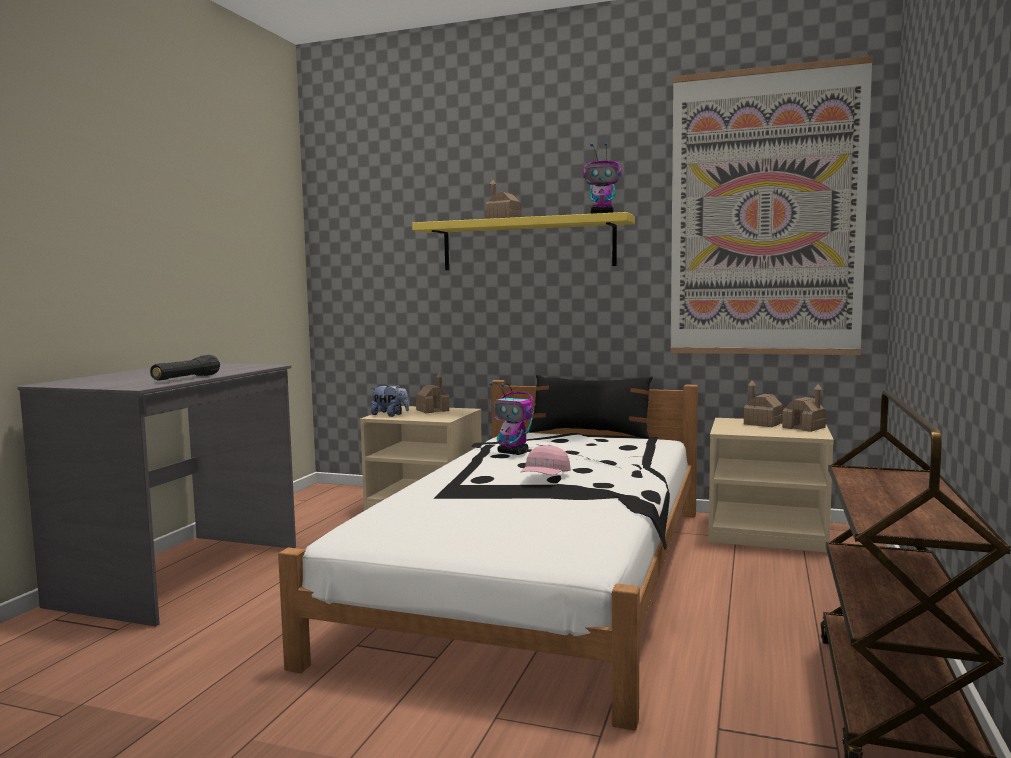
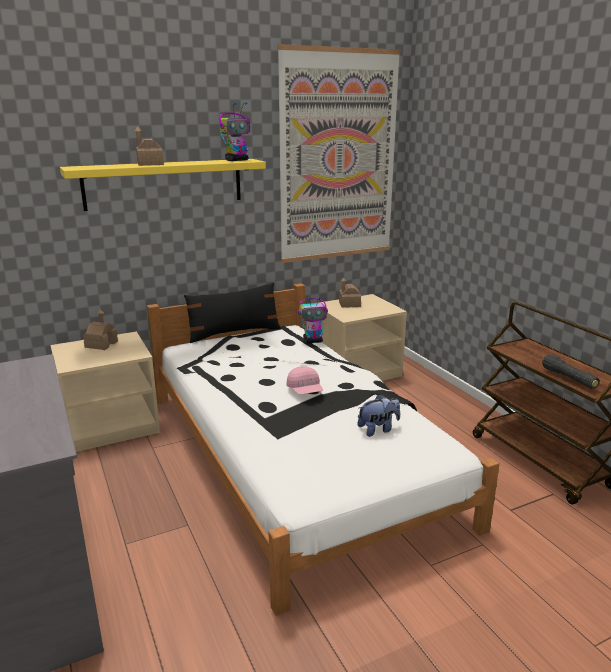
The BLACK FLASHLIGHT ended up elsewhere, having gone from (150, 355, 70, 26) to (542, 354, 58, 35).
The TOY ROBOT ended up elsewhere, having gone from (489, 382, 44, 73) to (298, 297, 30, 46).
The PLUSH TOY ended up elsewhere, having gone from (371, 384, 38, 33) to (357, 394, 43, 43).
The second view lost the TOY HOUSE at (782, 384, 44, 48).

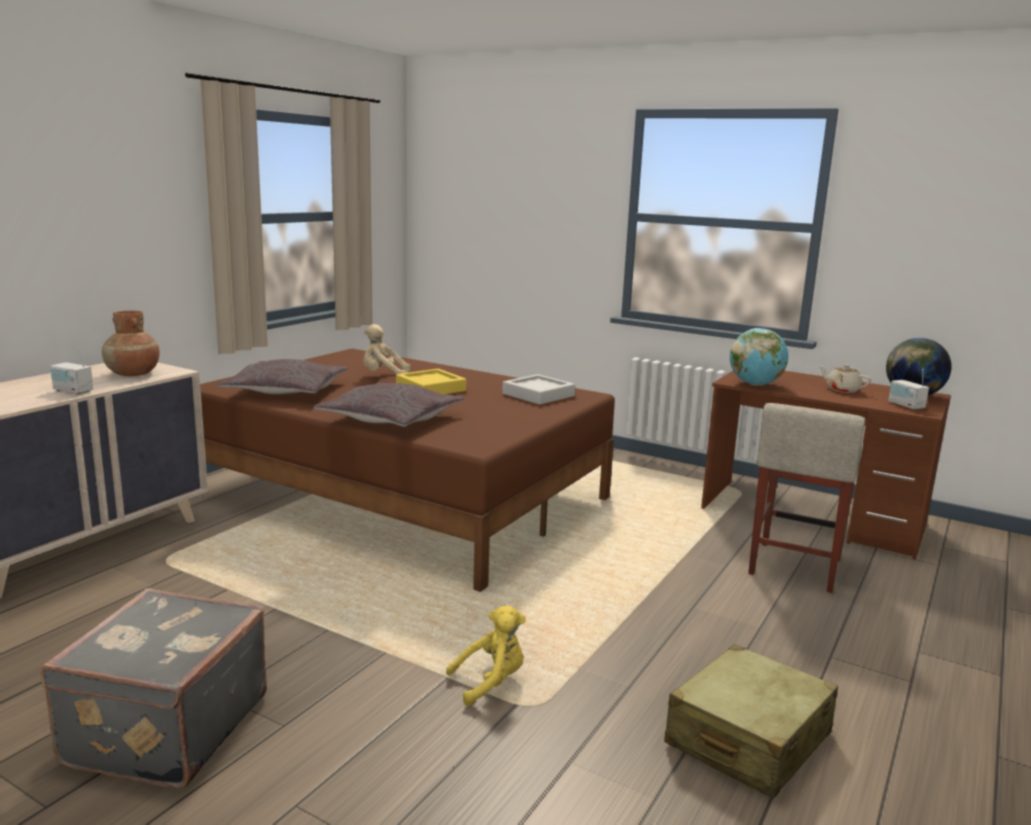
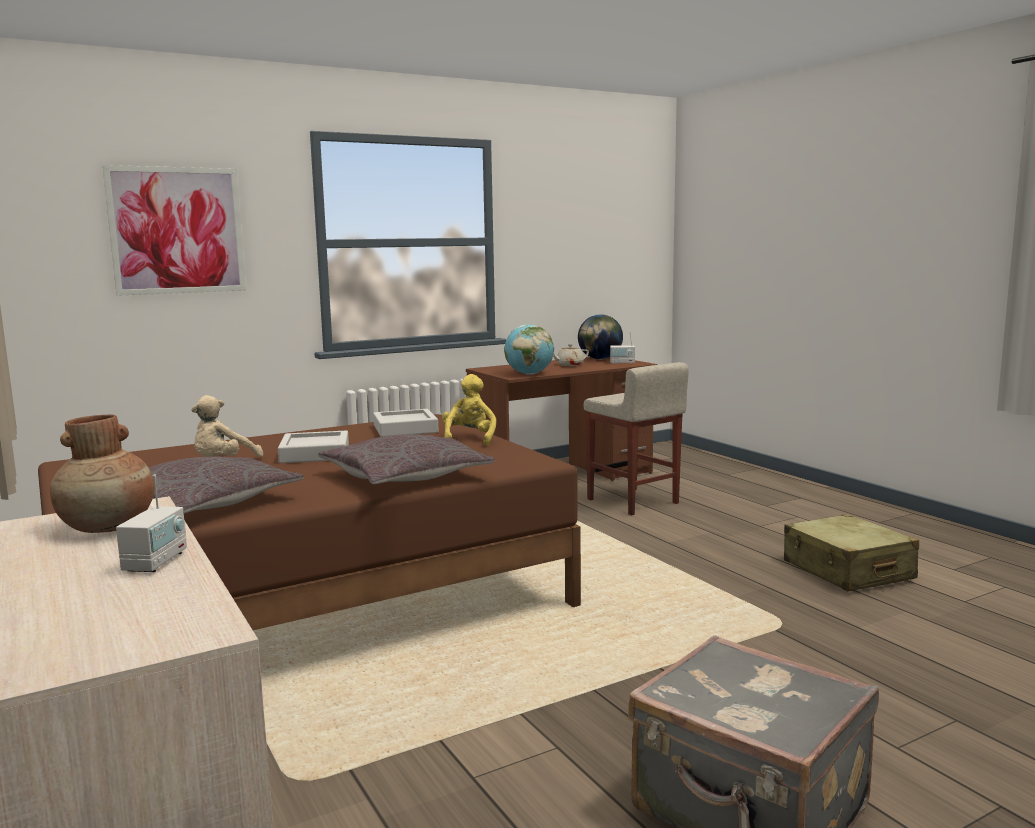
The RADIO at (50, 347, 43, 48) ended up facing another way, 45 degrees counterclockwise from before.
What was the YELLOW TRAY at (396, 369, 71, 25) turned into the GREY TRAY at (278, 430, 71, 33).
The YELLOW PLUSH TOY ended up elsewhere, having gone from (446, 605, 80, 101) to (442, 374, 54, 72).
The second view gained the PICTURE at (103, 165, 143, 131).

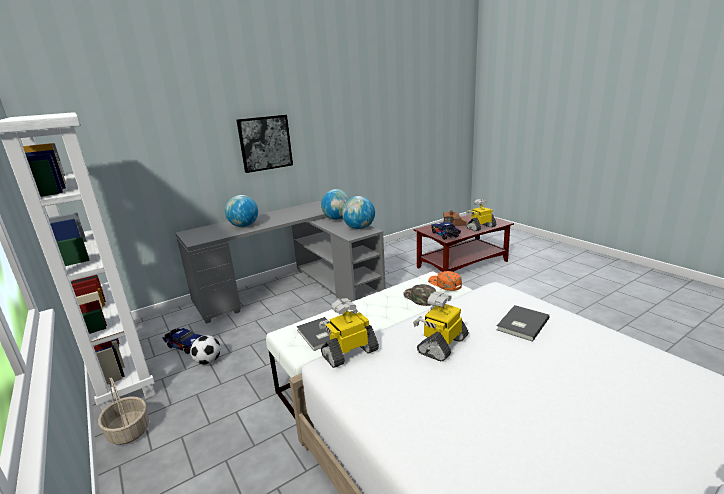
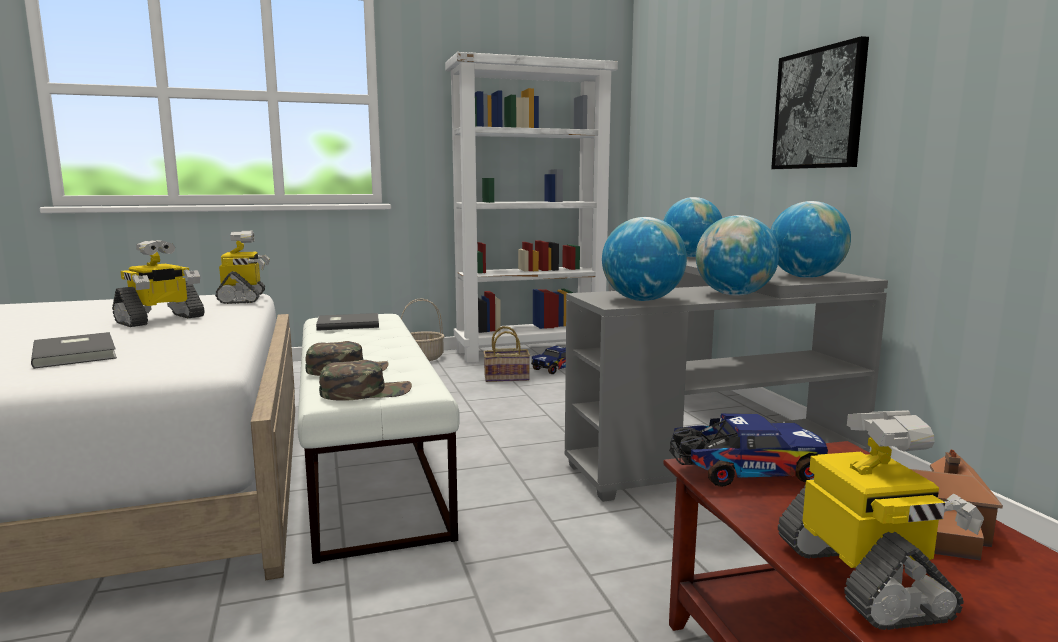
What was the ORANGE CAP at (428, 271, 34, 20) turned into the GREEN CAP at (319, 360, 93, 41).
The TOY ROBOT at (413, 291, 56, 70) ended up facing another way, 75 degrees clockwise from before.
Where the FOOTBALL stood at (190, 335, 31, 30), the BASKET came to stand at (483, 326, 47, 56).
The second view gained the GLOBE at (771, 201, 80, 77).

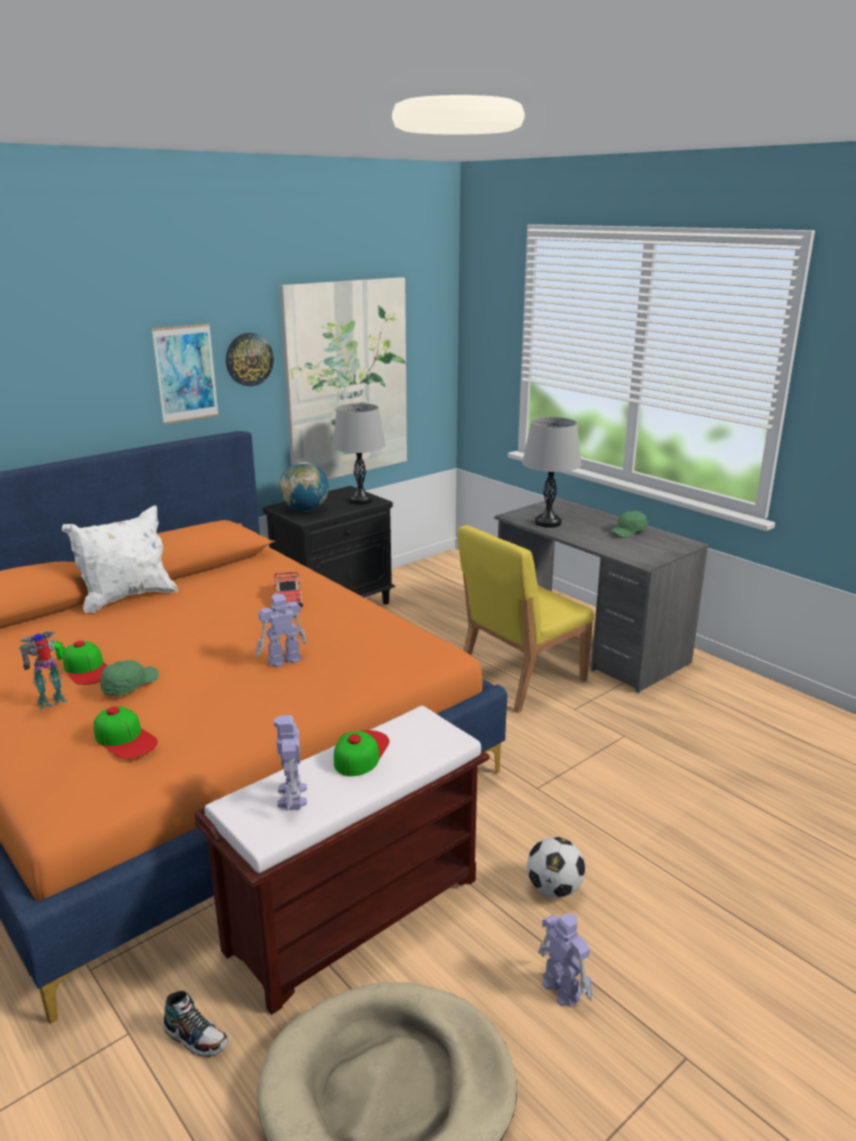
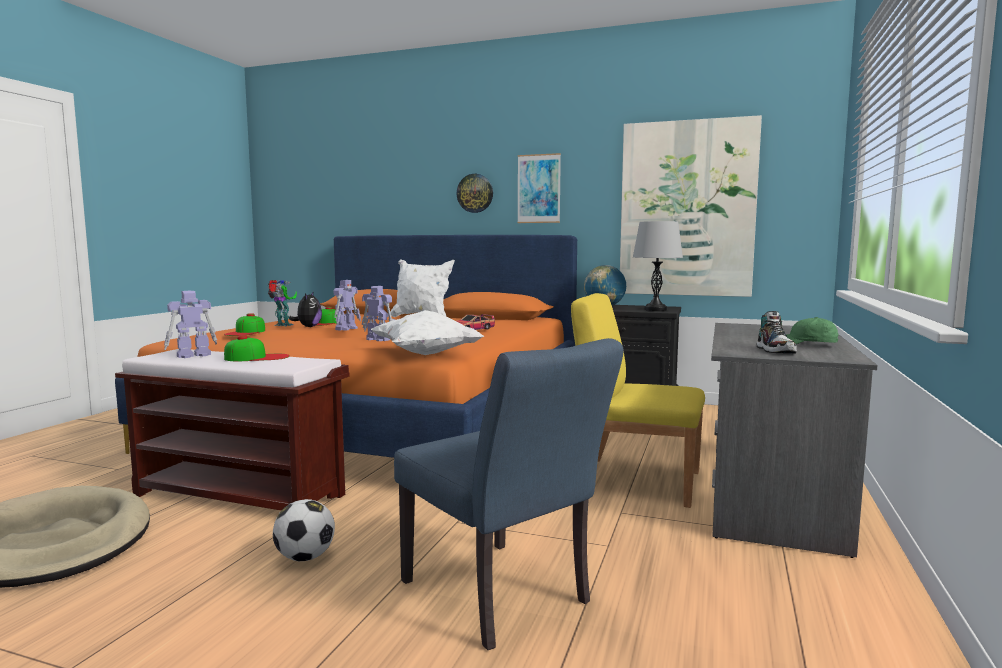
The WALL CLOCK ended up elsewhere, having gone from (226, 333, 48, 53) to (457, 174, 36, 39).
The second view lost the GREY TABLE LAMP at (522, 417, 59, 111).
Where the GREEN CAP stood at (100, 660, 59, 36), the PLUSH TOY came to stand at (289, 292, 33, 35).
The TOY ROBOT ended up elsewhere, having gone from (538, 913, 55, 94) to (334, 280, 27, 51).
The SHOE ended up elsewhere, having gone from (163, 991, 65, 66) to (757, 311, 40, 43).
The second view gained the WHITE PILLOW at (371, 310, 113, 45).
The second view gained the BLUE CHAIR at (394, 338, 230, 312).

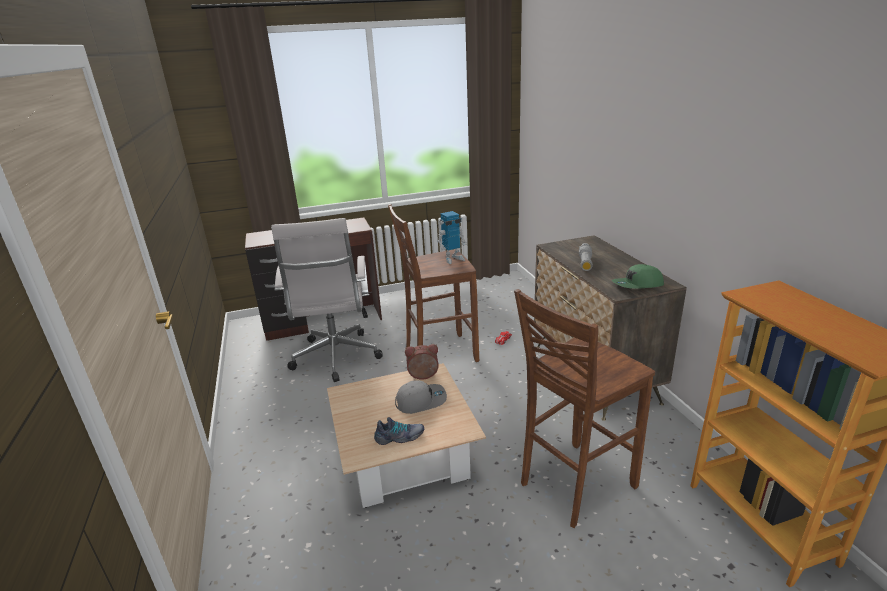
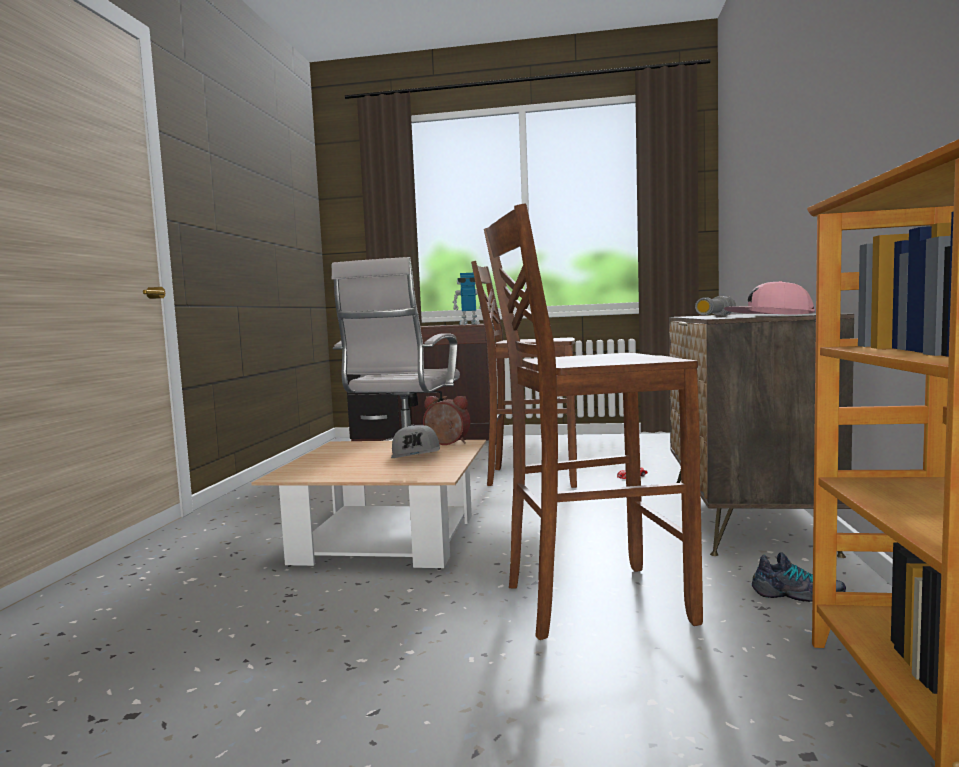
The TOY ROBOT ended up elsewhere, having gone from (437, 211, 30, 53) to (453, 273, 28, 52).
What was the GREEN CAP at (612, 264, 52, 25) turned into the PINK CAP at (724, 281, 91, 33).
The GREY CAP at (395, 380, 52, 34) ended up facing another way, 75 degrees clockwise from before.
The SHOE ended up elsewhere, having gone from (374, 417, 50, 28) to (752, 552, 94, 50).

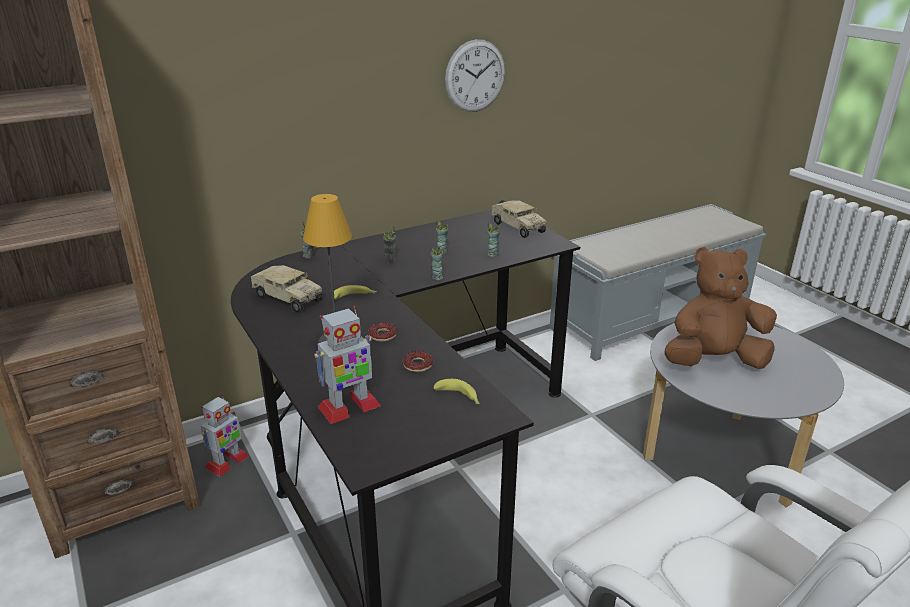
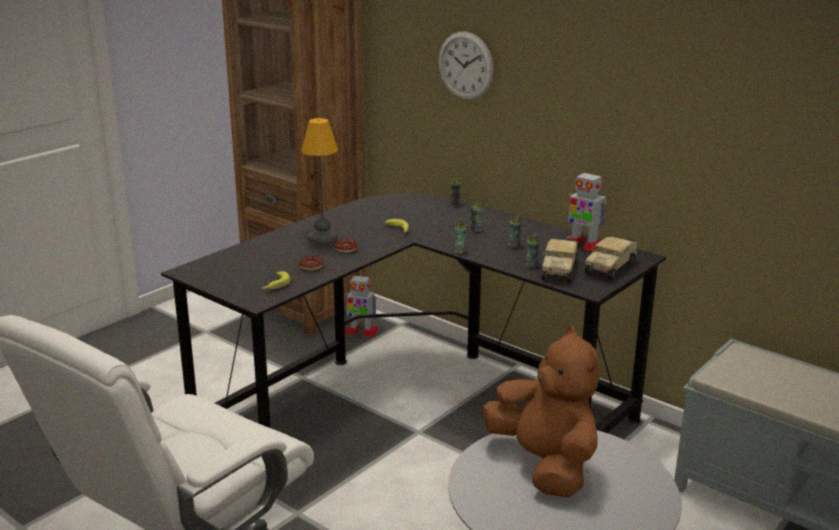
The WALL CLOCK ended up elsewhere, having gone from (445, 39, 60, 73) to (438, 32, 55, 68).
The TOY TRUCK ended up elsewhere, having gone from (251, 265, 72, 48) to (541, 238, 37, 45).
The TOY ROBOT ended up elsewhere, having gone from (314, 306, 67, 118) to (566, 171, 41, 81).

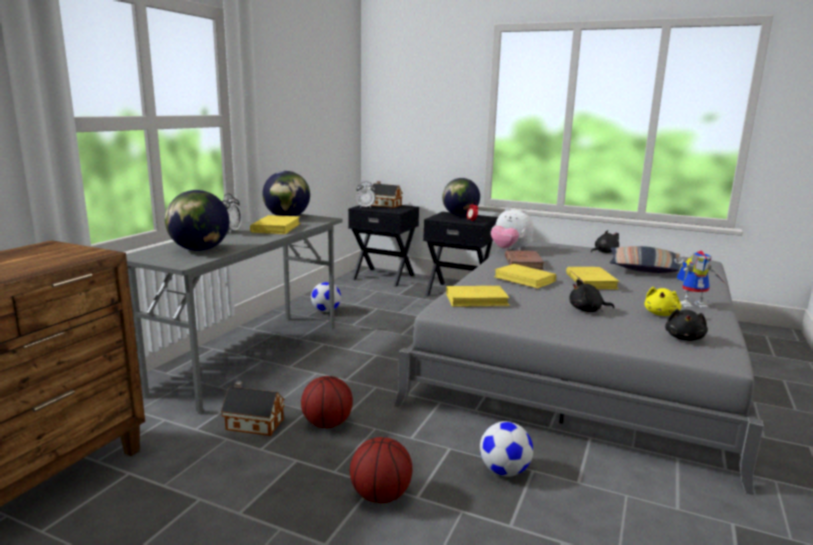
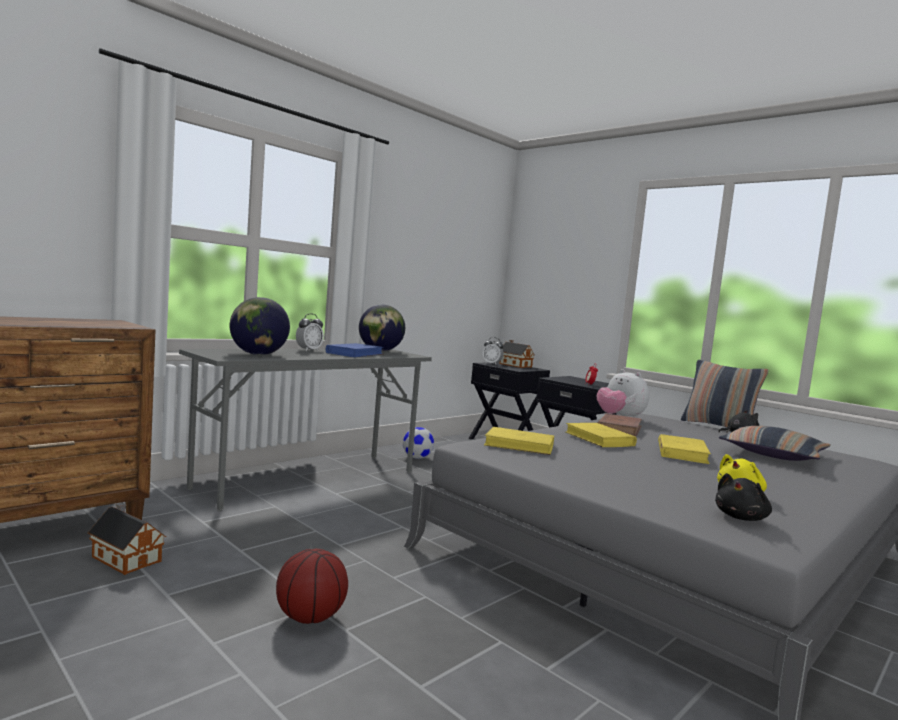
The second view lost the GLOBE at (442, 178, 38, 38).
What was the YELLOW BOOK at (250, 215, 51, 19) turned into the BLUE BOOK at (326, 343, 57, 14).
The second view lost the TOY ROBOT at (674, 251, 52, 57).
The second view lost the BLACK PLUSH TOY at (569, 279, 45, 33).
The second view lost the BASKETBALL at (301, 376, 52, 52).
The TOY HOUSE ended up elsewhere, having gone from (221, 381, 64, 55) to (88, 503, 78, 72).
The second view lost the FOOTBALL at (480, 421, 53, 56).
The second view gained the PILLOW at (681, 360, 88, 67).

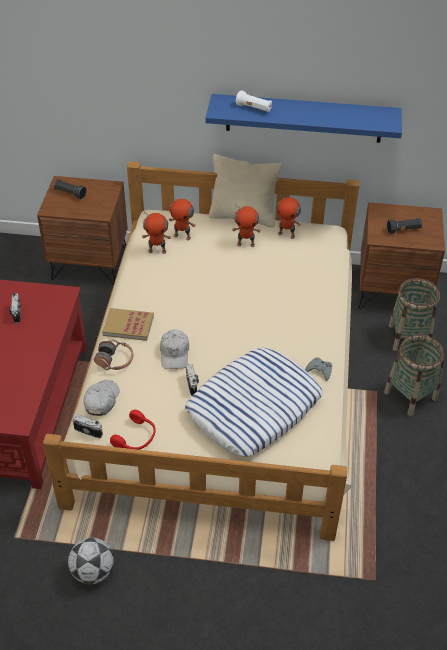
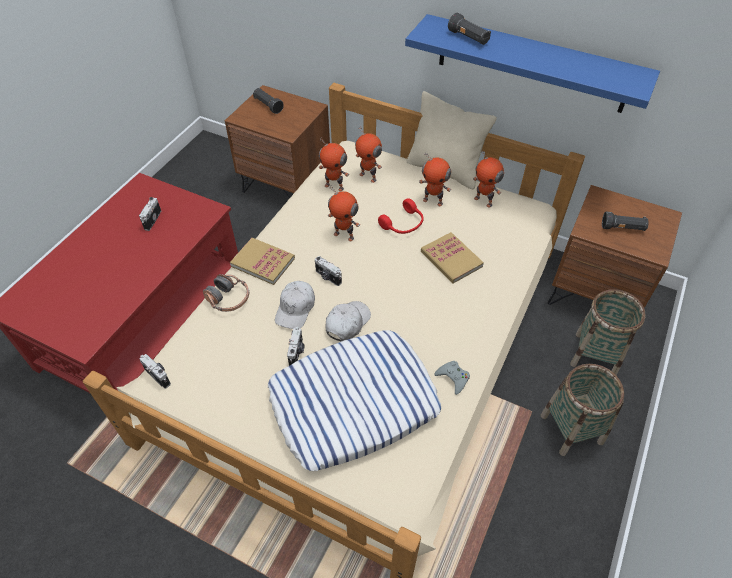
What was the WHITE FLASHLIGHT at (236, 91, 36, 21) turned into the BLACK FLASHLIGHT at (448, 13, 43, 32).
The WHITE CAP ended up elsewhere, having gone from (83, 380, 37, 36) to (326, 301, 45, 40).
The RED HEADPHONES ended up elsewhere, having gone from (110, 410, 46, 40) to (378, 198, 46, 36).
The second view lost the FOOTBALL at (68, 538, 46, 46).
The second view gained the TOY ROBOT at (328, 185, 32, 56).
The second view gained the BOOK at (421, 232, 63, 52).
The second view gained the PHOTO CAMERA at (315, 256, 27, 30).

